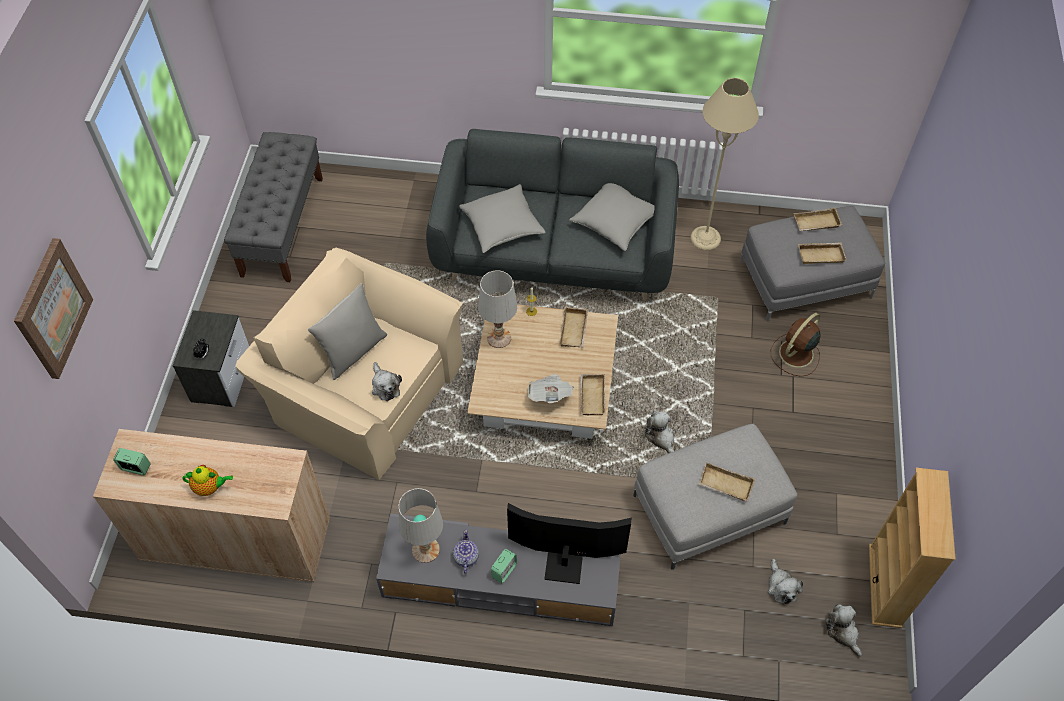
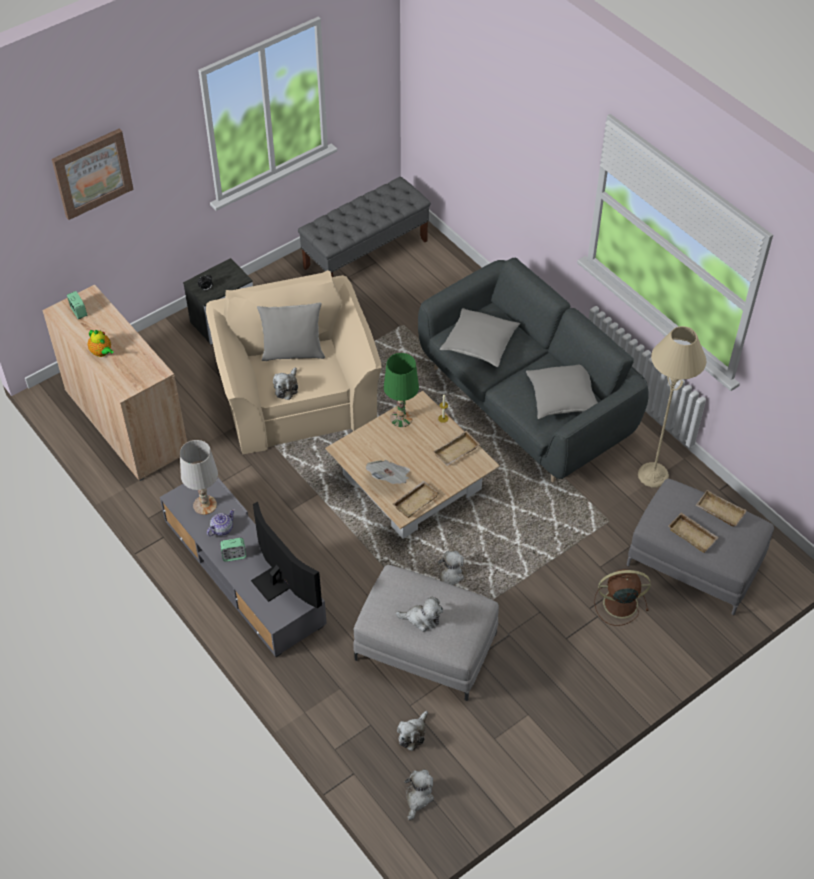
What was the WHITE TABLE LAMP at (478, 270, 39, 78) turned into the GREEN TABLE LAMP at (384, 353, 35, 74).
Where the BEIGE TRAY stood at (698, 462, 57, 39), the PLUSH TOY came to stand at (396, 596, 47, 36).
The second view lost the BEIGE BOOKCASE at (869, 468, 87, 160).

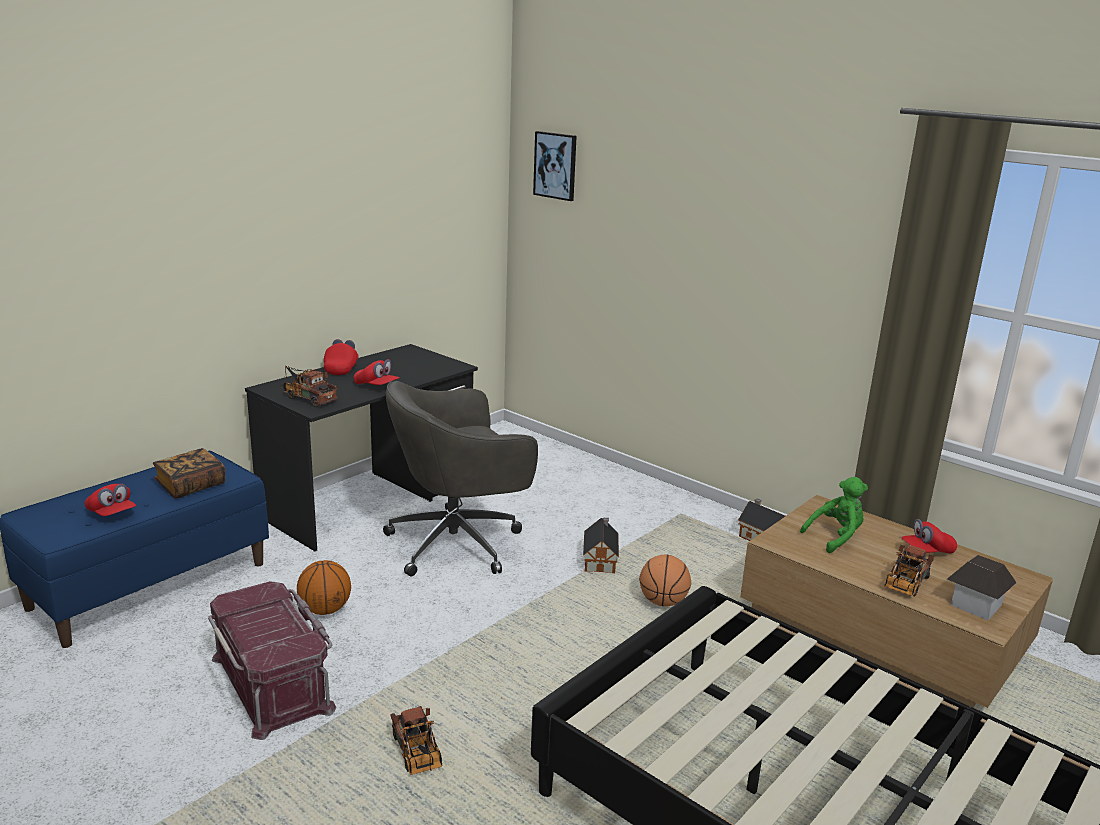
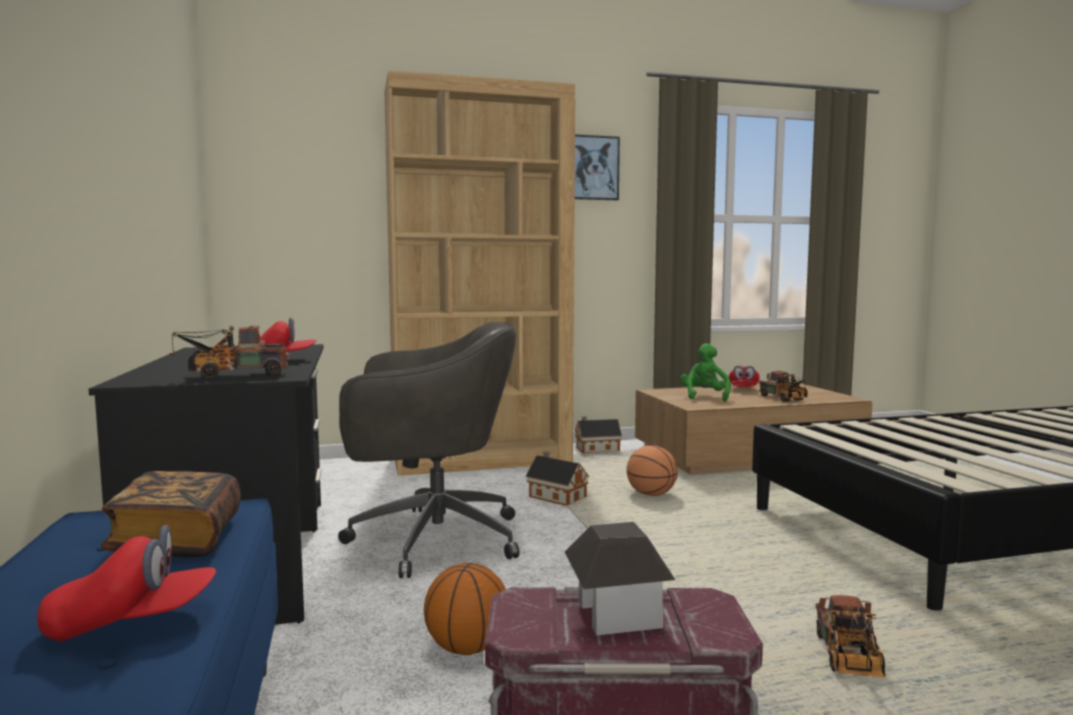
The PICTURE ended up elsewhere, having gone from (533, 131, 44, 70) to (575, 134, 45, 66).
The second view lost the RED CAP at (324, 339, 35, 36).
The GREY OFFICE CHAIR at (383, 381, 155, 195) ended up facing another way, 105 degrees counterclockwise from before.
The TOY HOUSE ended up elsewhere, having gone from (947, 555, 70, 65) to (565, 522, 110, 113).
The TOY TRUCK at (390, 706, 53, 69) ended up facing another way, 90 degrees clockwise from before.
The second view gained the BROWN BOOKCASE at (384, 70, 191, 406).

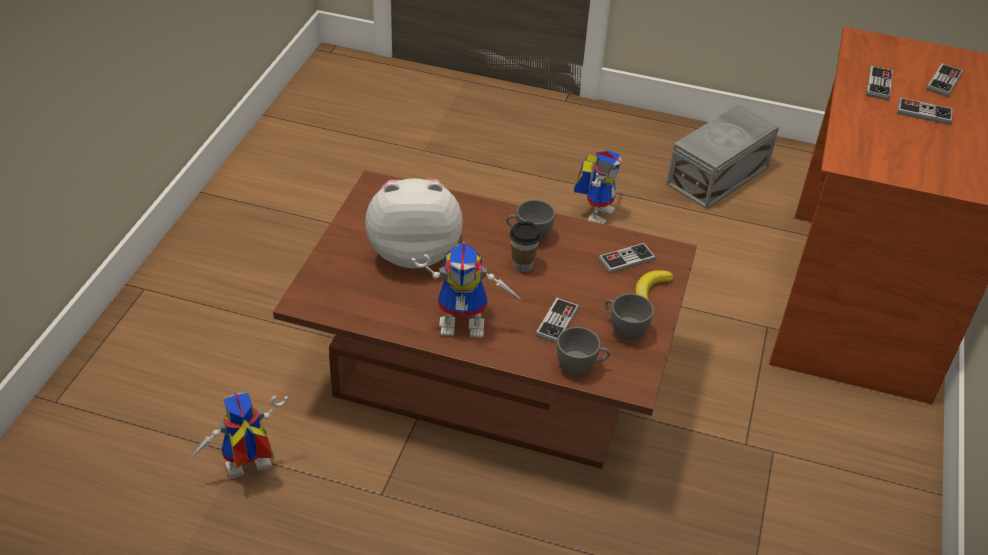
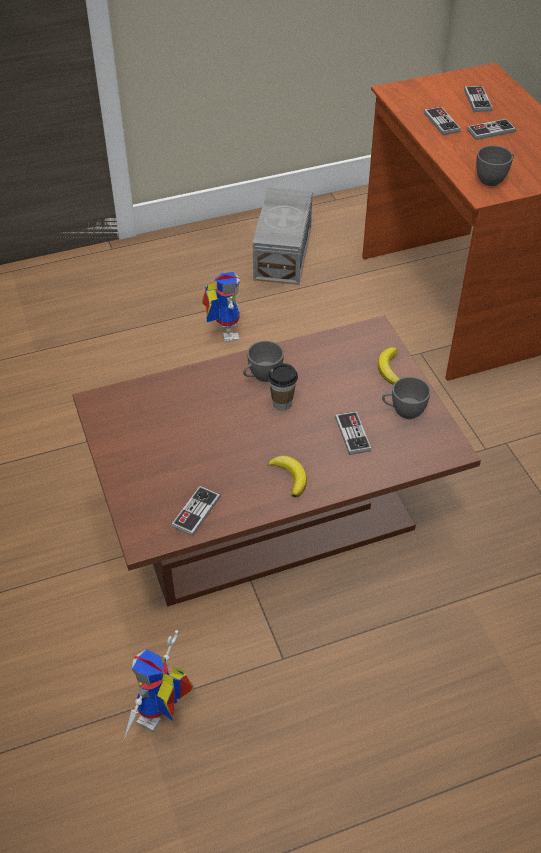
The second view lost the PLUSH TOY at (365, 178, 98, 90).
Where the TOY ROBOT stood at (412, 241, 108, 97), the BANANA came to stand at (268, 456, 39, 41).
The GAME CONTROLLER ended up elsewhere, having gone from (599, 243, 57, 31) to (171, 486, 49, 50).
The GREY CUP ended up elsewhere, having gone from (557, 327, 53, 49) to (476, 145, 38, 41).

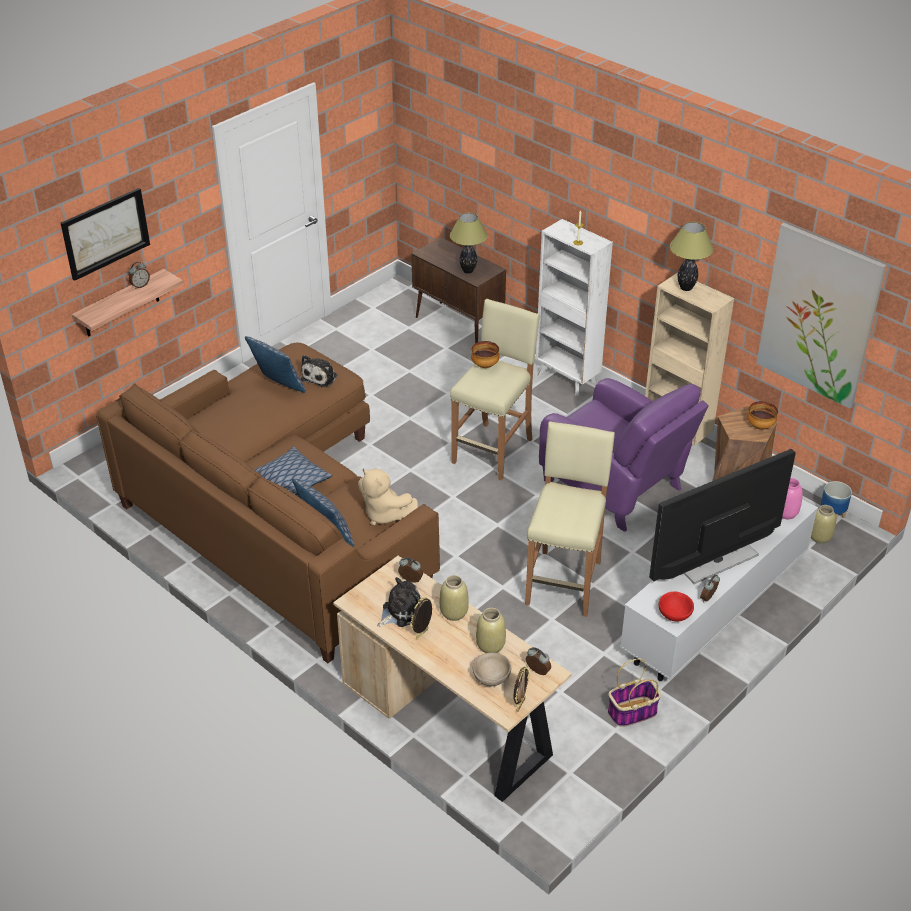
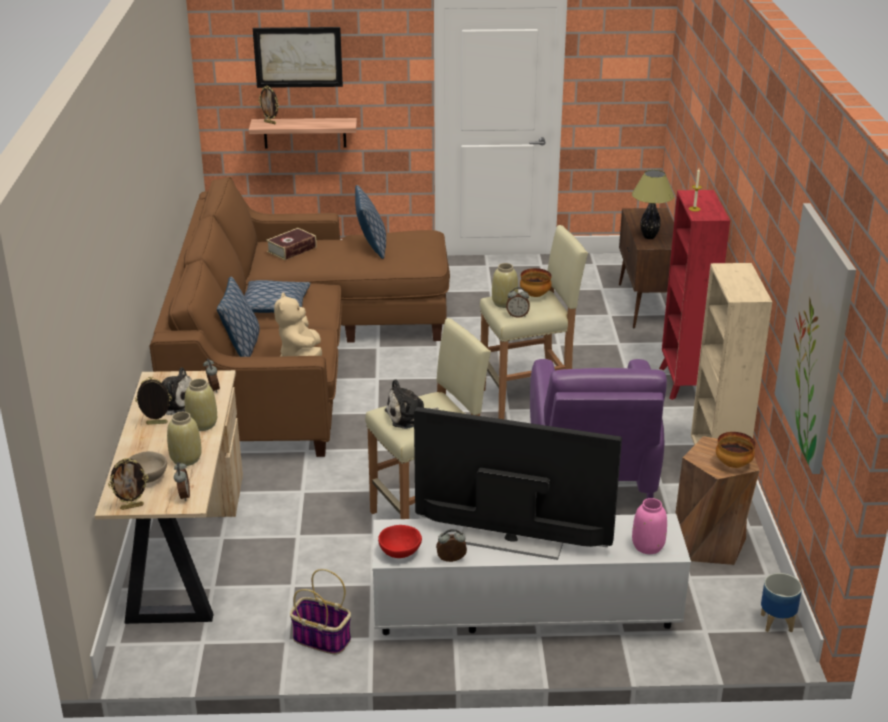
What was the WHITE BOOKCASE at (536, 219, 77, 177) turned into the RED BOOKCASE at (659, 190, 71, 210).
The second view lost the TABLE LAMP at (670, 222, 43, 69).
The ALARM CLOCK ended up elsewhere, having gone from (129, 262, 21, 27) to (506, 287, 24, 31).
The PLUSH TOY ended up elsewhere, having gone from (301, 355, 36, 32) to (385, 379, 54, 50).
The BEIGE VASE ended up elsewhere, having gone from (811, 505, 25, 39) to (492, 263, 26, 45).
The second view gained the PICTURE FRAME at (258, 86, 21, 38).
The second view gained the BOOK at (266, 228, 51, 32).

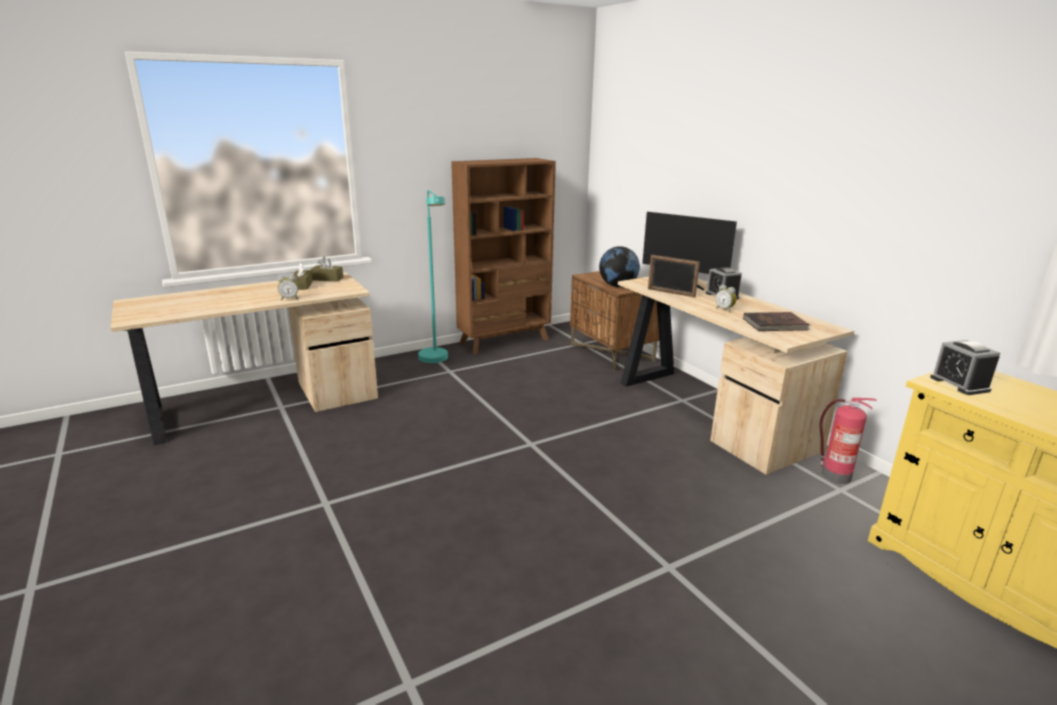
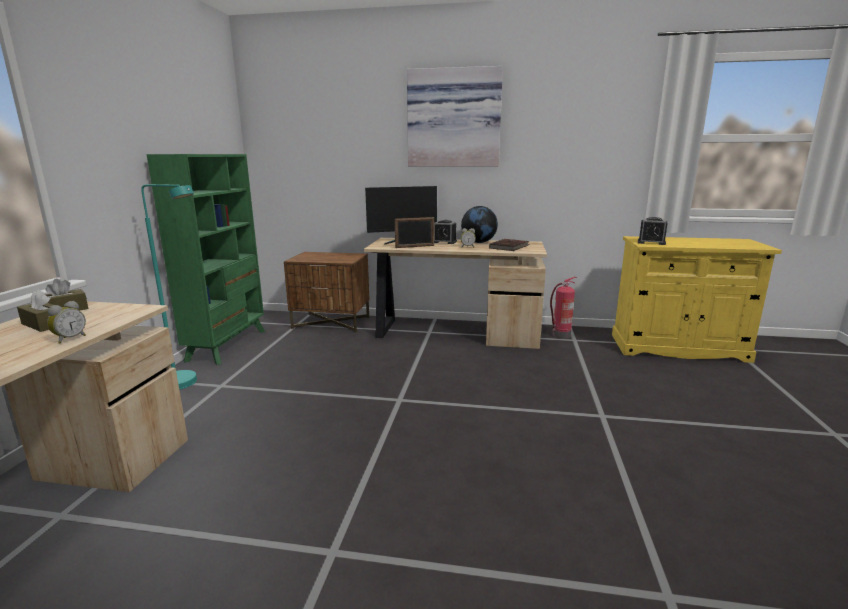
What was the BROWN BOOKCASE at (451, 158, 105, 197) turned into the GREEN BOOKCASE at (147, 154, 118, 211).
The GLOBE ended up elsewhere, having gone from (599, 246, 41, 41) to (461, 206, 37, 37).
The second view gained the PICTURE at (407, 66, 96, 100).

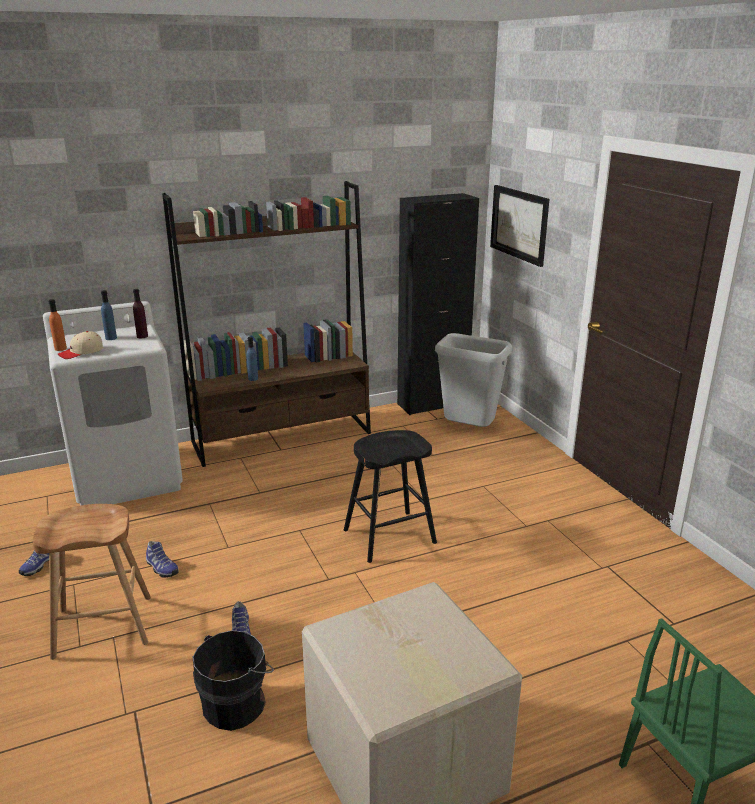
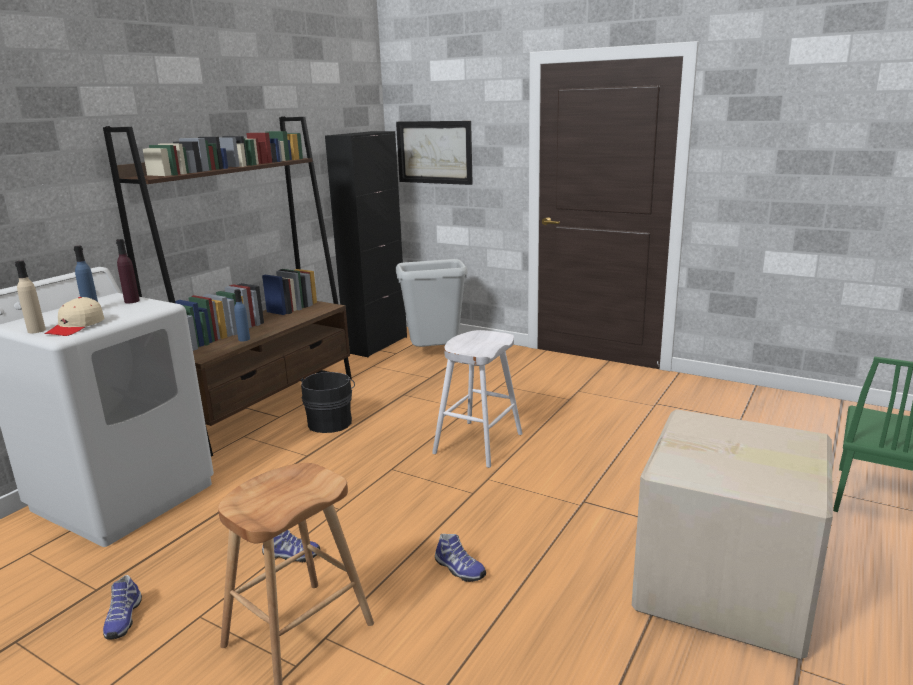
What was the ORANGE BOTTLE at (49, 299, 18, 52) turned into the BEIGE BOTTLE at (15, 261, 31, 72).
What was the BLACK STOOL at (344, 430, 93, 133) turned into the WHITE STOOL at (432, 330, 91, 138).
The BLACK BUCKET ended up elsewhere, having gone from (193, 630, 81, 101) to (300, 372, 55, 61).

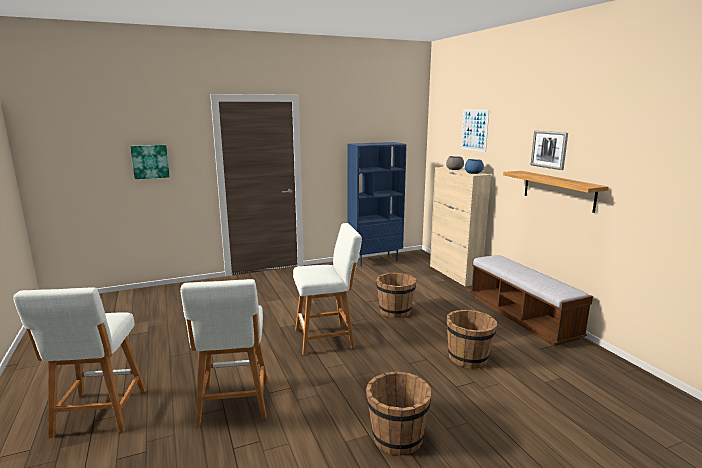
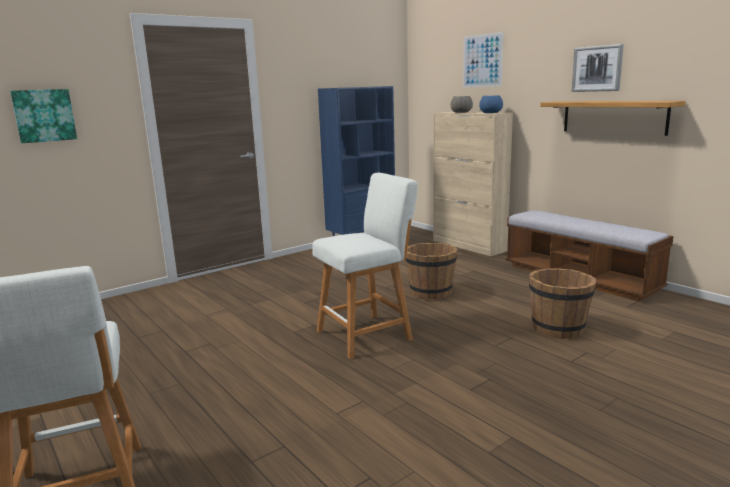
The second view lost the WHITE STOOL at (180, 279, 88, 147).
The second view lost the BROWN BUCKET at (366, 371, 66, 85).

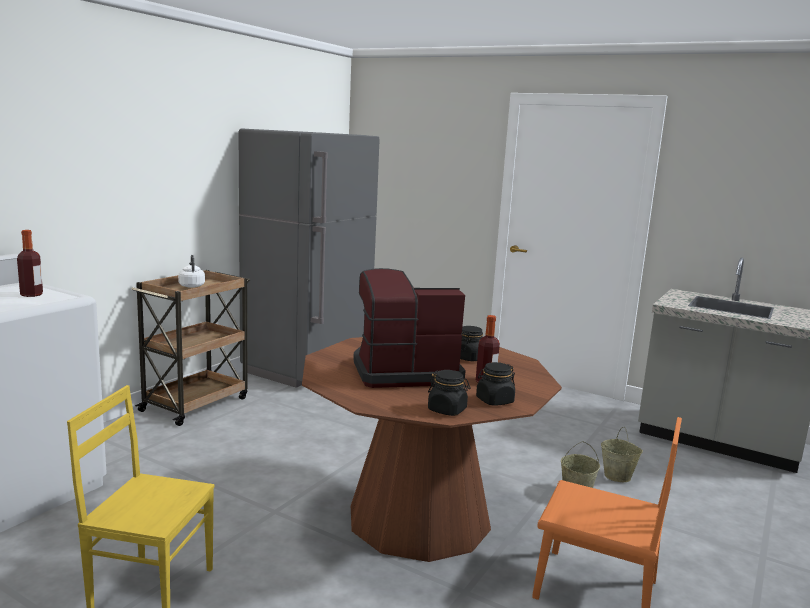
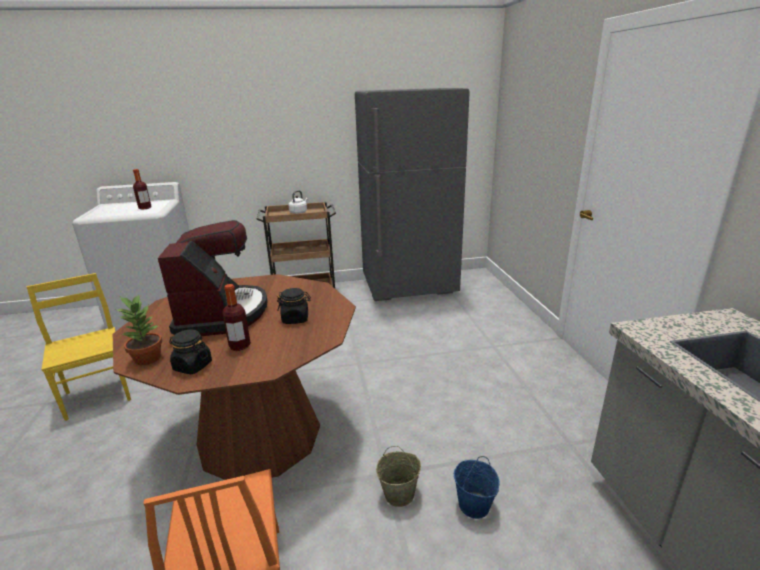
The COFFEE MACHINE at (353, 268, 113, 120) ended up facing another way, 45 degrees clockwise from before.
Where the BLACK JAR stood at (428, 370, 43, 46), the POTTED PLANT came to stand at (117, 295, 45, 70).
What was the BEIGE BUCKET at (601, 426, 42, 56) turned into the BLUE BUCKET at (454, 456, 46, 63).

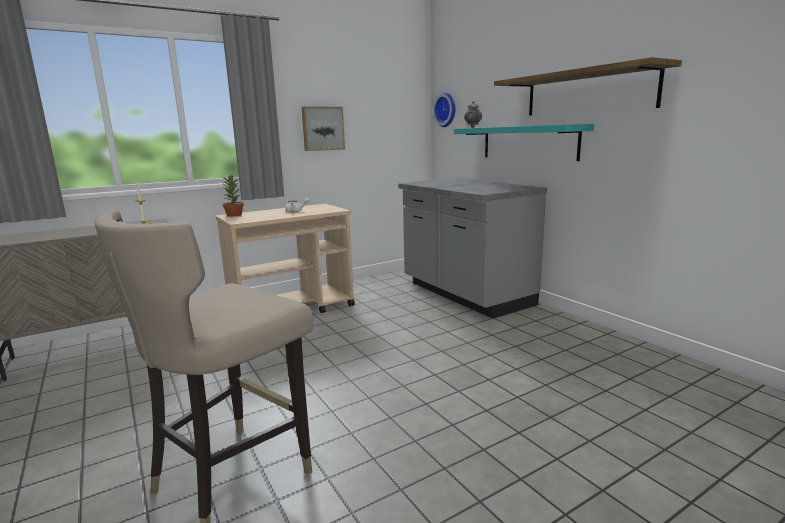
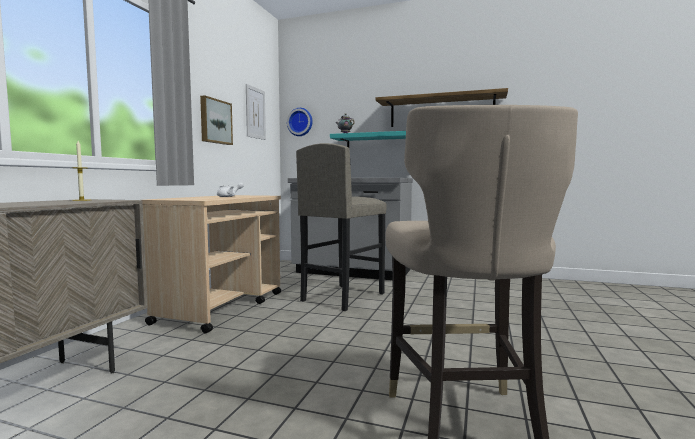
The second view lost the POTTED PLANT at (221, 175, 23, 42).
The second view gained the PICTURE at (246, 84, 20, 56).
The second view gained the GREY STOOL at (296, 143, 91, 168).

